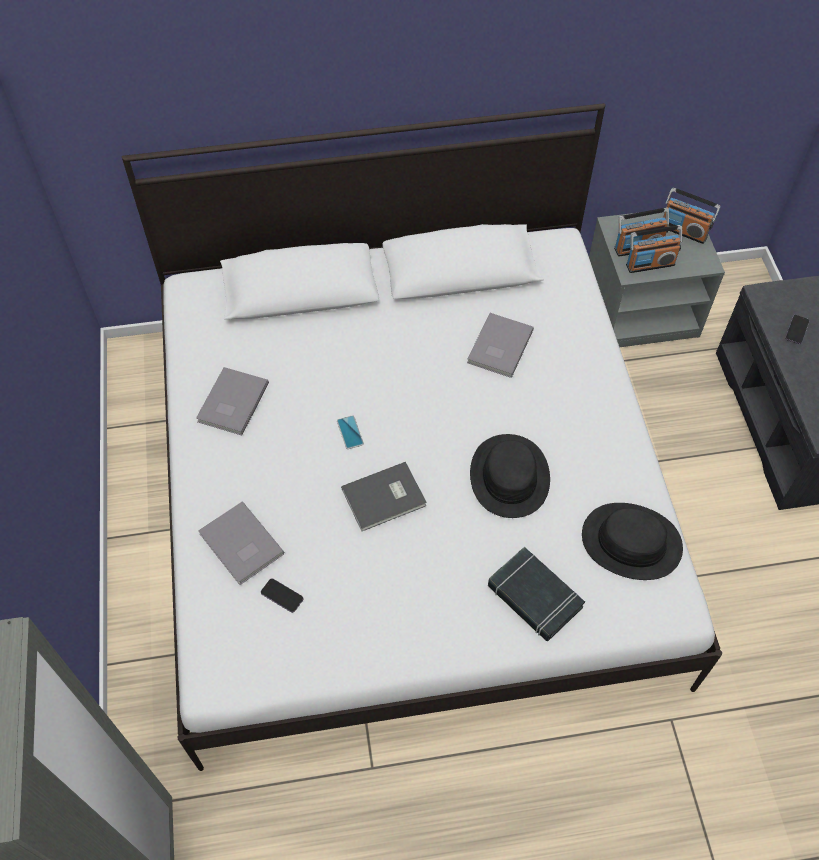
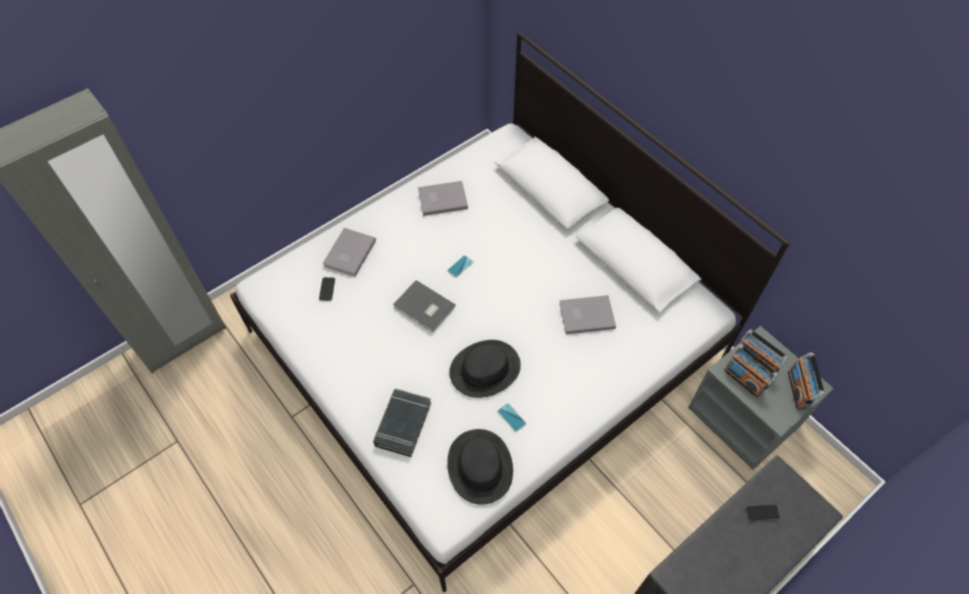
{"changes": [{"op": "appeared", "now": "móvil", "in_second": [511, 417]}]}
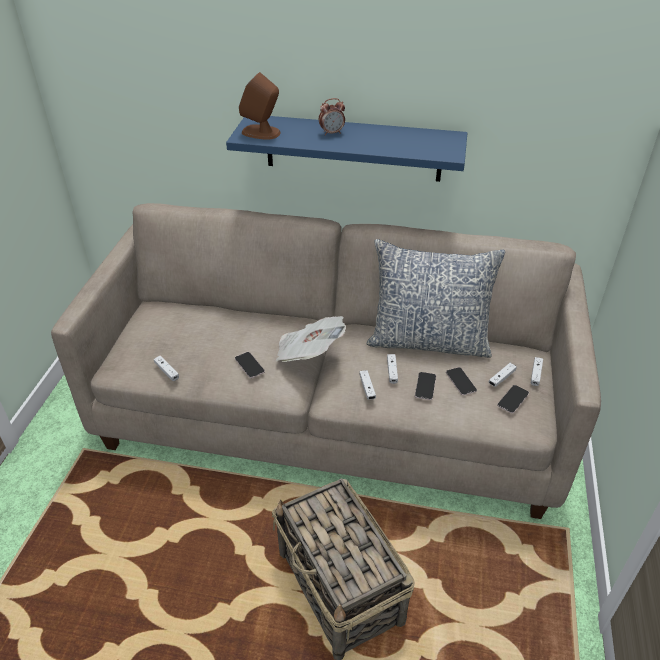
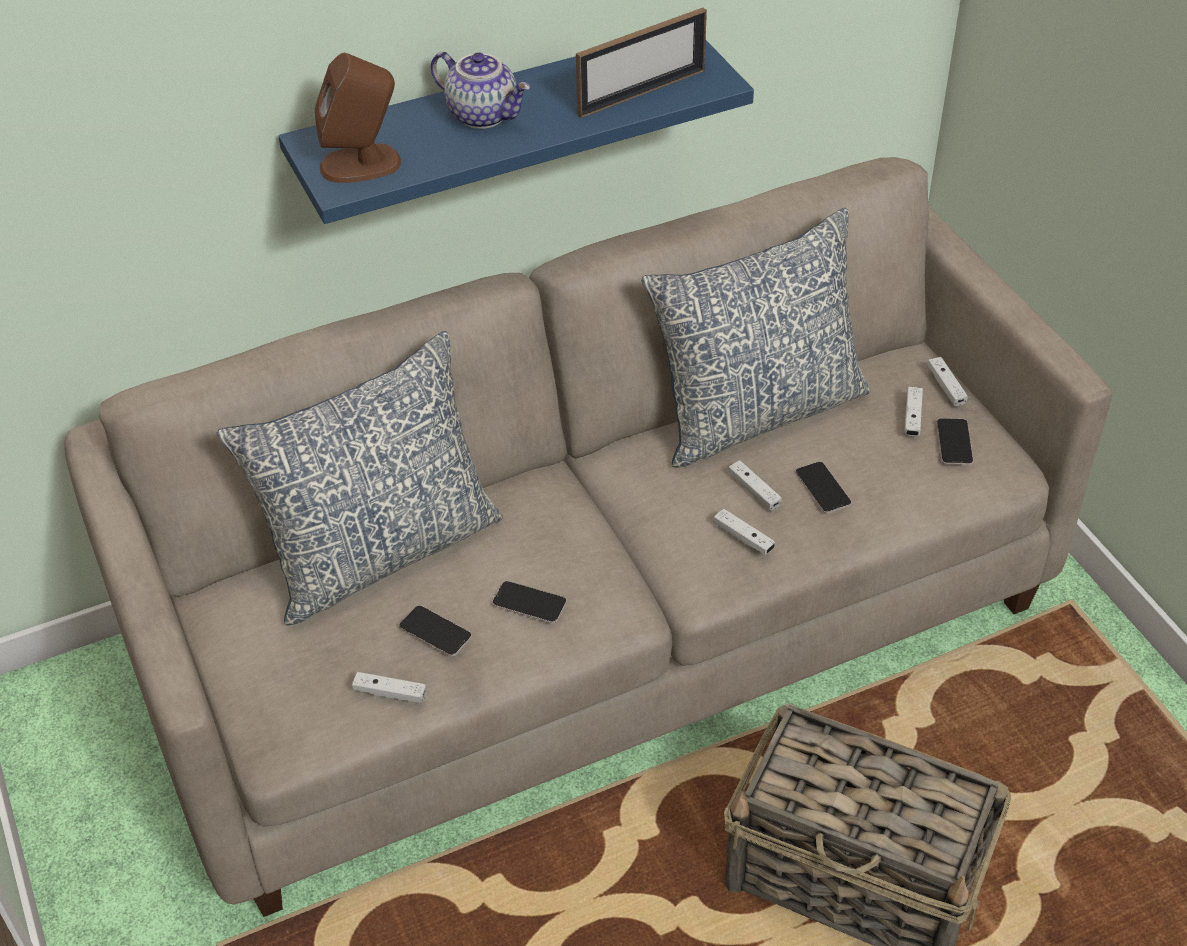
{"changes": [{"op": "appeared", "now": "cojín", "in_second": [381, 551]}, {"op": "relocated", "was": "móvil", "in_first": [460, 381], "in_second": [435, 632]}, {"op": "exchanged", "was": "despertador", "now": "tetera", "in_first": [332, 133], "in_second": [484, 115]}, {"op": "appeared", "now": "portarretratos", "in_second": [641, 92]}, {"op": "missing", "was": "periódico", "in_first": [309, 353]}]}
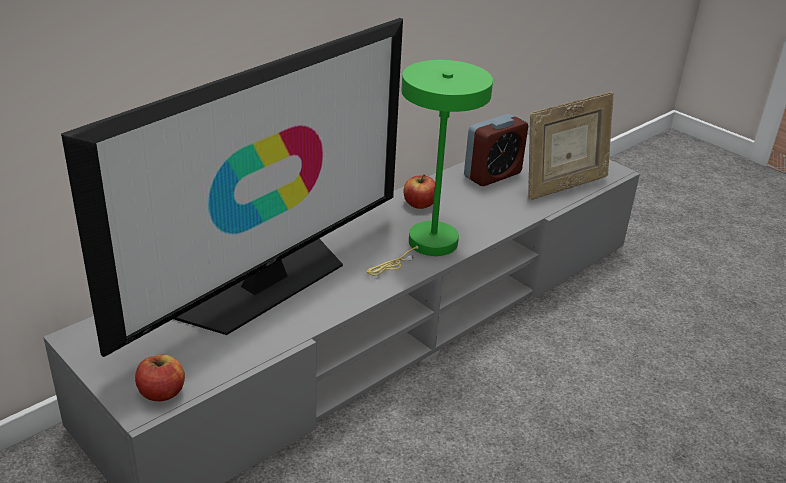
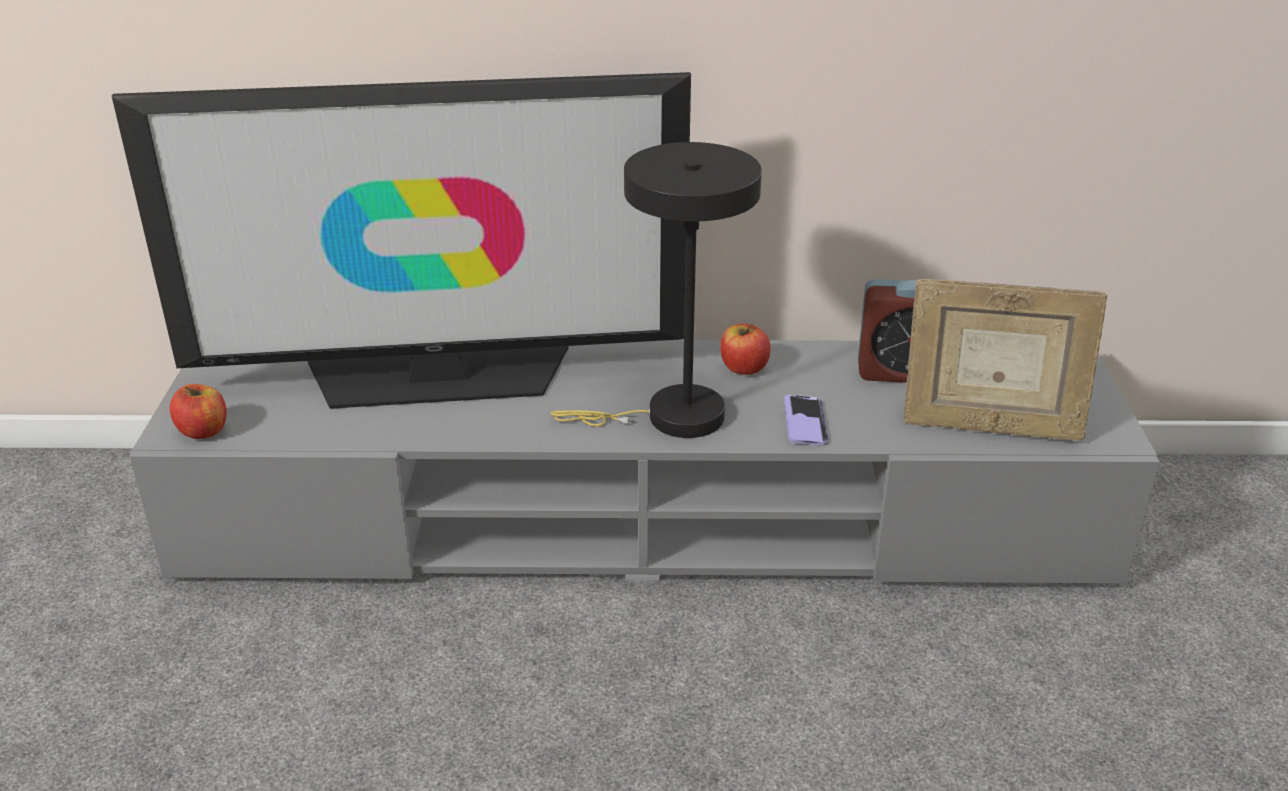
{"changes": [{"op": "colour", "was": "lámpara de mesa/verde", "now": "lámpara de mesa/negro", "in_first": [426, 246], "in_second": [671, 418]}, {"op": "appeared", "now": "móvil", "in_second": [805, 422]}]}
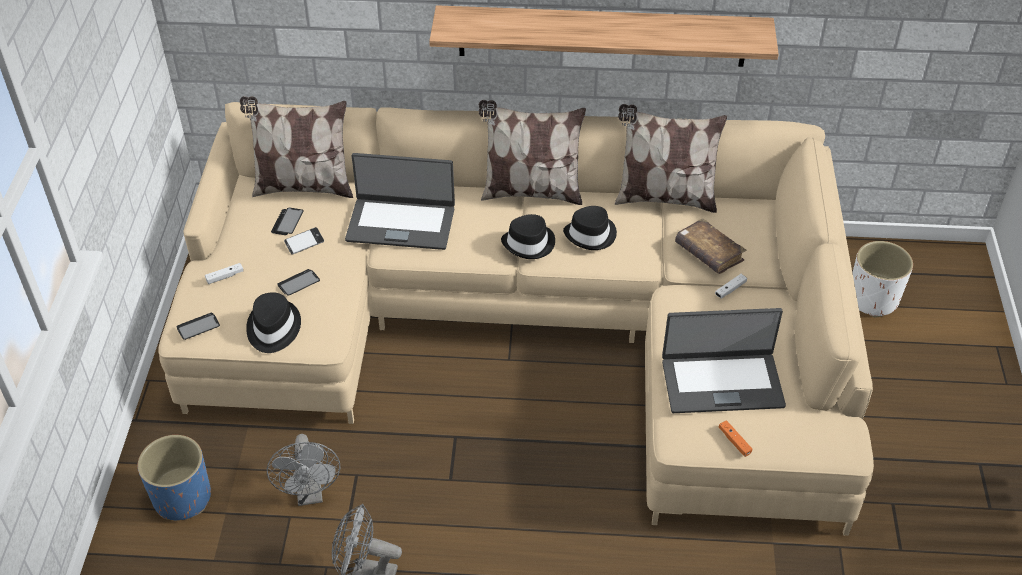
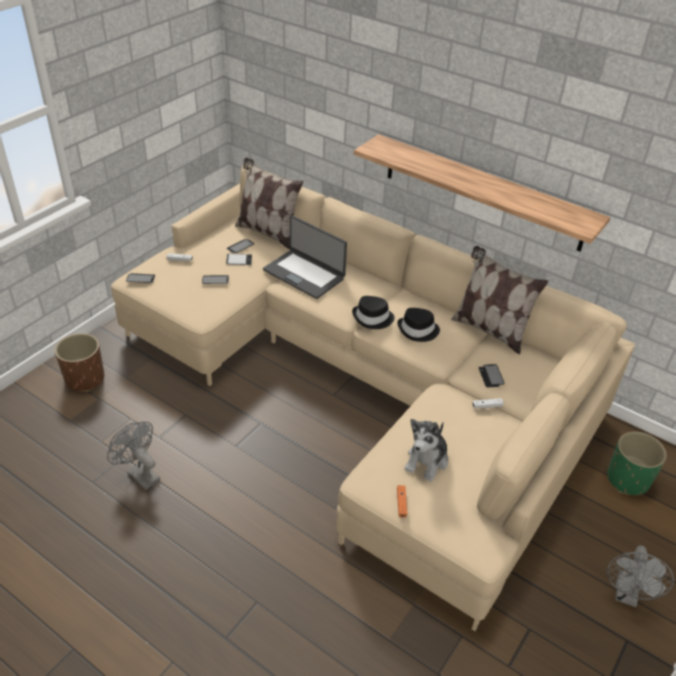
{"changes": [{"op": "colour", "was": "maceta/azul", "now": "maceta/marrón", "in_first": [182, 498], "in_second": [85, 378]}, {"op": "exchanged", "was": "portátil", "now": "peluche", "in_first": [722, 382], "in_second": [427, 460]}, {"op": "exchanged", "was": "libro/marrón", "now": "móvil", "in_first": [708, 253], "in_second": [491, 376]}, {"op": "colour", "was": "maceta/blanco", "now": "maceta/verde", "in_first": [873, 299], "in_second": [627, 479]}, {"op": "relocated", "was": "ventilador/gris", "in_first": [310, 494], "in_second": [626, 595]}, {"op": "missing", "was": "sombrero/negro", "in_first": [272, 328]}, {"op": "missing", "was": "cojín", "in_first": [530, 191]}]}
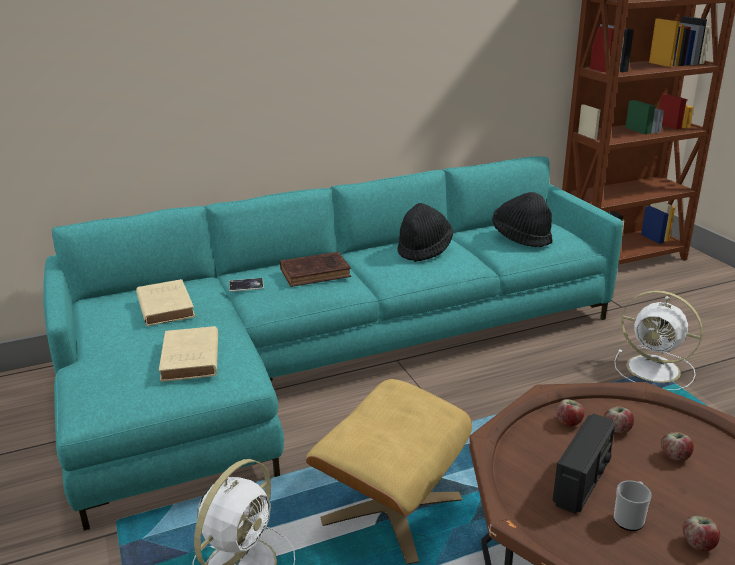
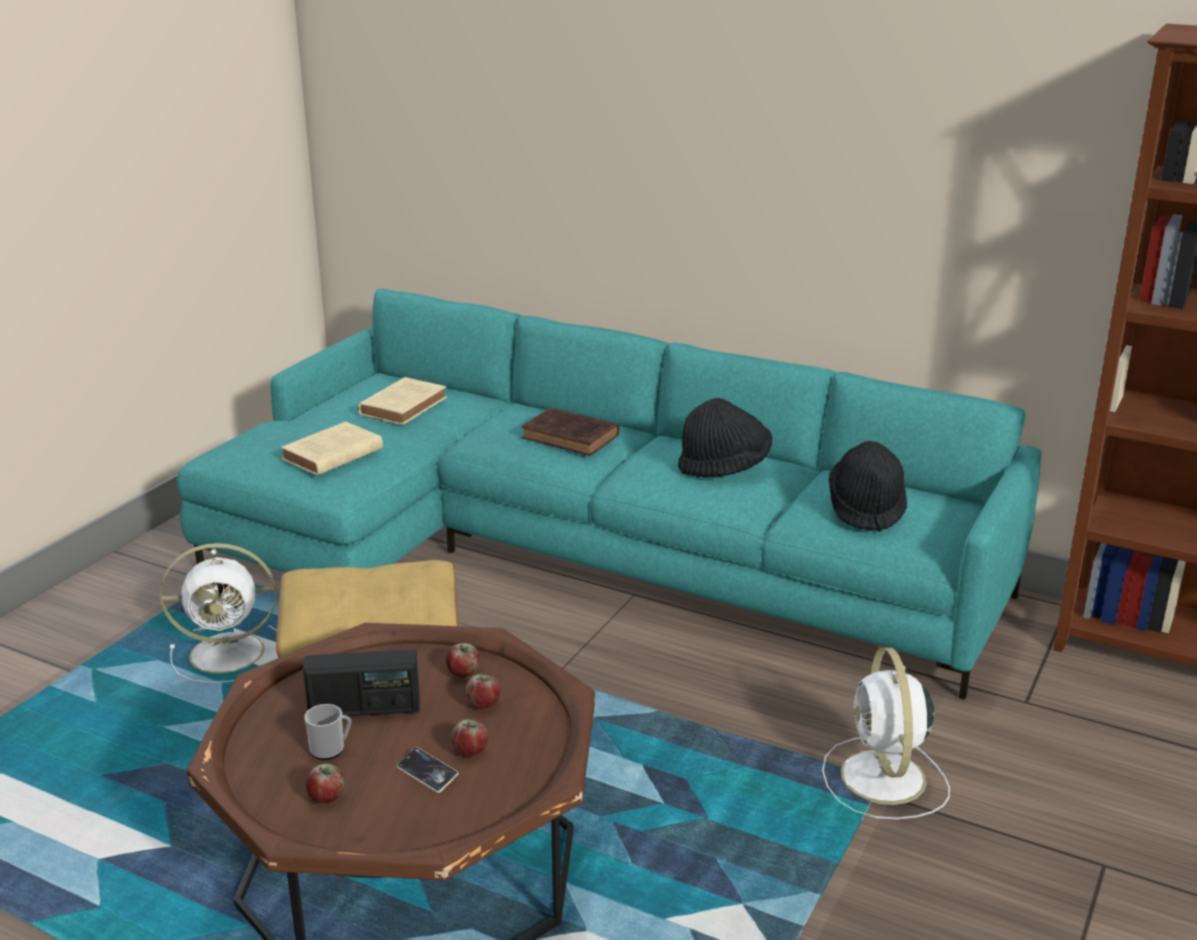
{"changes": [{"op": "relocated", "was": "móvil", "in_first": [246, 287], "in_second": [427, 773]}]}
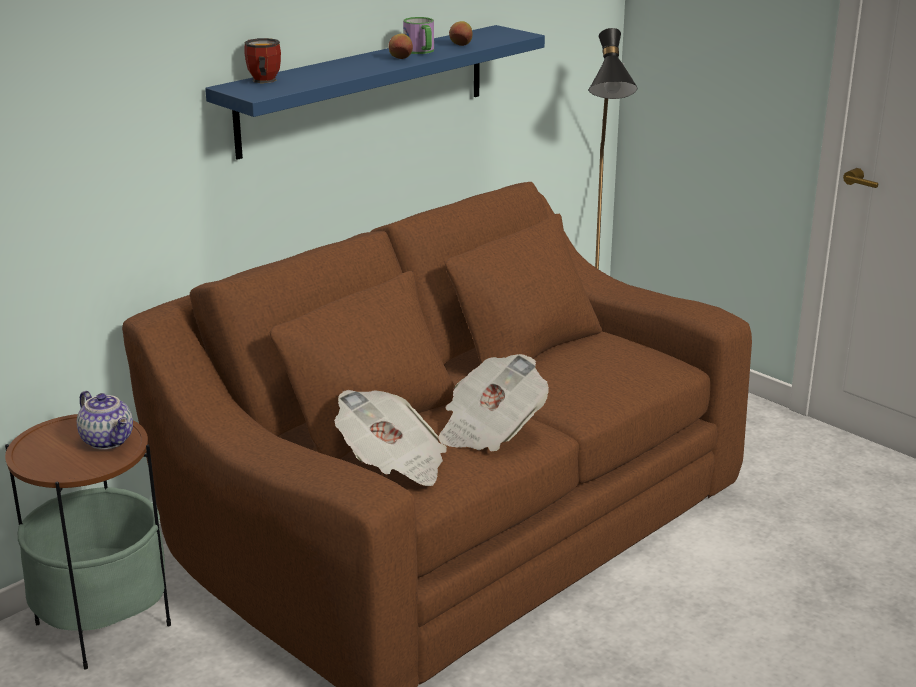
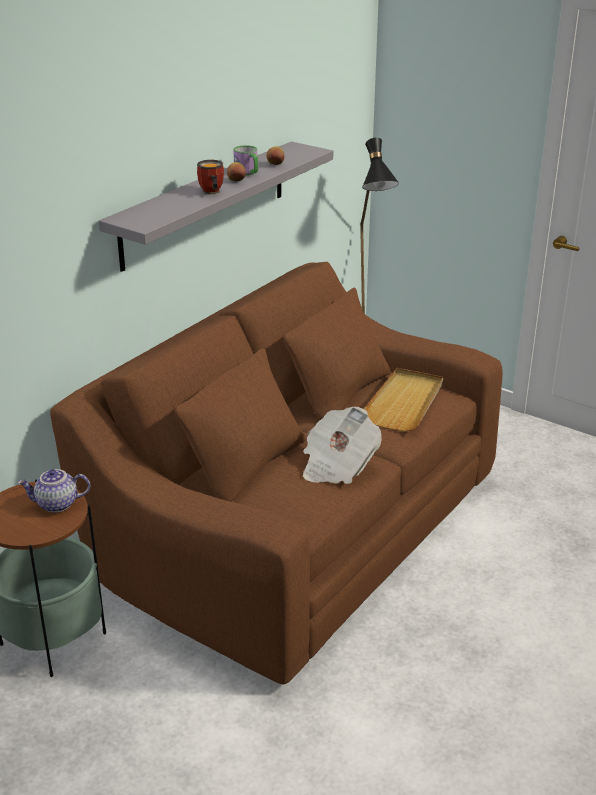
{"changes": [{"op": "spun", "was": "tetera", "in_first": [109, 440], "in_second": [56, 505], "clockwise": 135}, {"op": "colour", "was": "estante/azul", "now": "estante/gris", "in_first": [364, 89], "in_second": [205, 204]}, {"op": "relocated", "was": "taza grande", "in_first": [262, 81], "in_second": [210, 192]}, {"op": "appeared", "now": "bandeja/beis", "in_second": [404, 403]}, {"op": "missing", "was": "periódico", "in_first": [393, 463]}]}
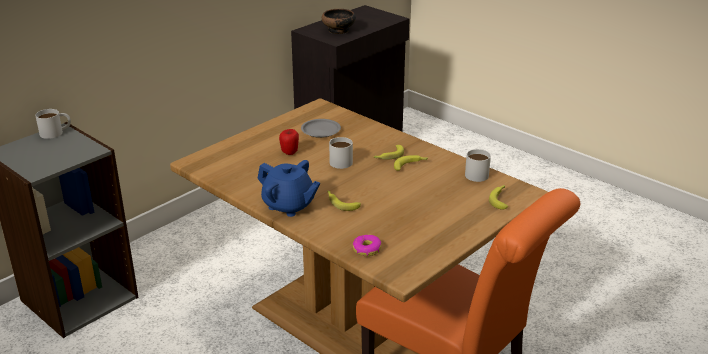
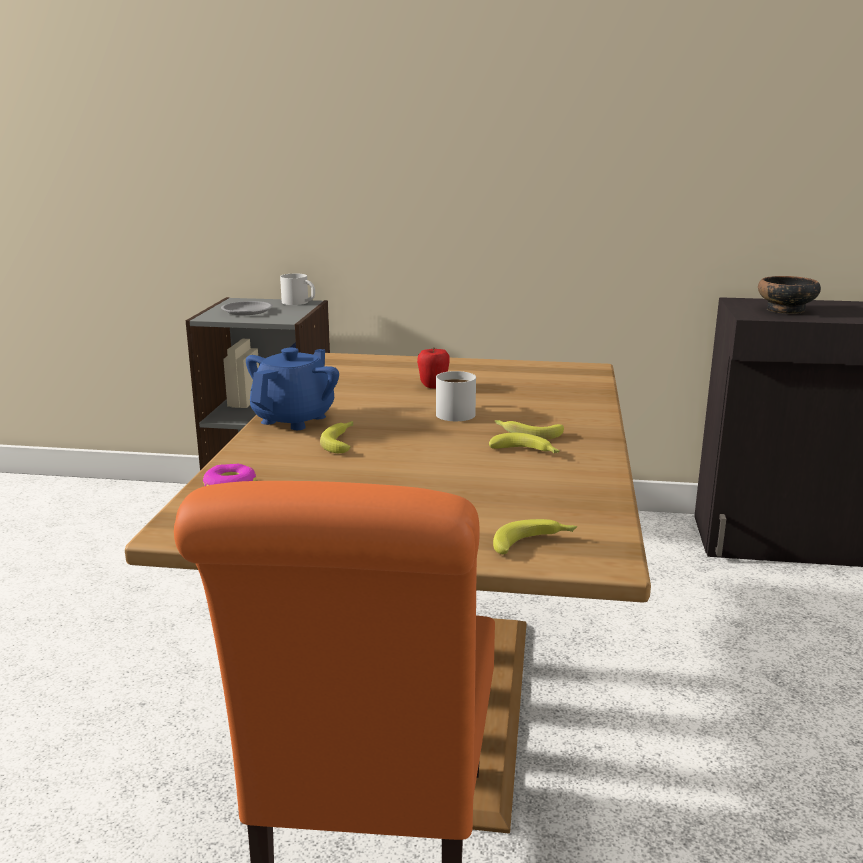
{"changes": [{"op": "relocated", "was": "plato/gris", "in_first": [321, 131], "in_second": [247, 311]}, {"op": "spun", "was": "tetera/azul", "in_first": [289, 206], "in_second": [294, 419], "clockwise": -150}, {"op": "missing", "was": "taza grande/blanco", "in_first": [477, 173]}]}
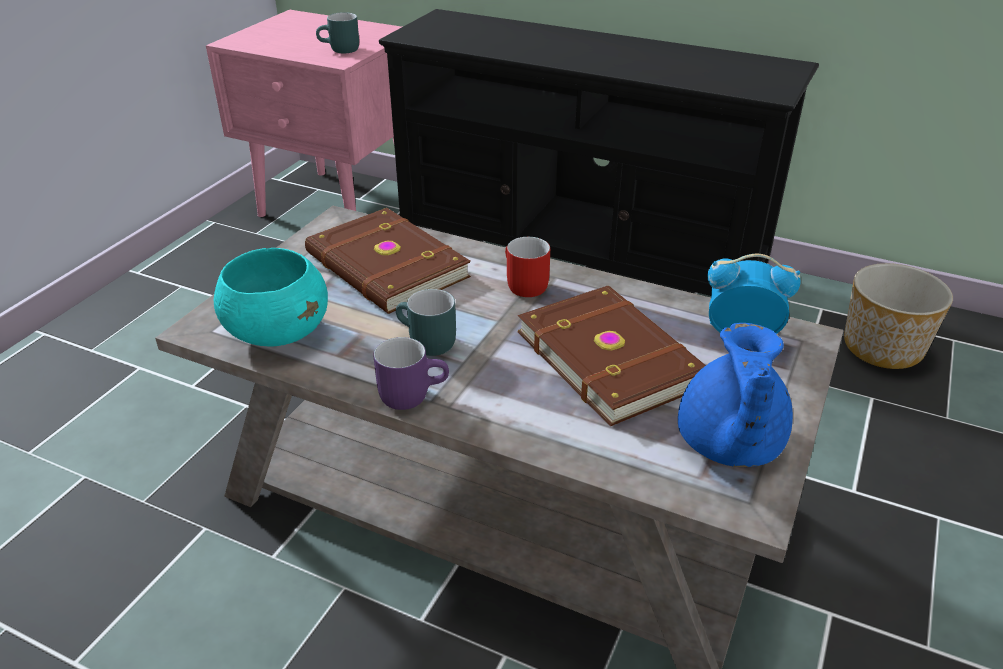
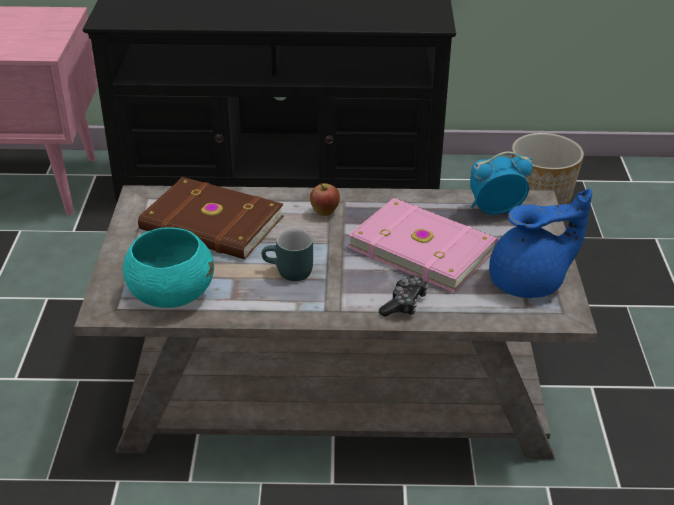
{"changes": [{"op": "exchanged", "was": "taza grande/rojo", "now": "manzana", "in_first": [521, 285], "in_second": [324, 213]}, {"op": "colour", "was": "libro/marrón", "now": "libro/rosa", "in_first": [611, 356], "in_second": [423, 247]}, {"op": "appeared", "now": "mando de consola", "in_second": [404, 303]}, {"op": "spun", "was": "tetera/azul", "in_first": [728, 444], "in_second": [530, 282], "clockwise": -90}, {"op": "missing", "was": "taza grande/turquesa", "in_first": [340, 50]}, {"op": "missing", "was": "taza grande/morado", "in_first": [411, 393]}]}
